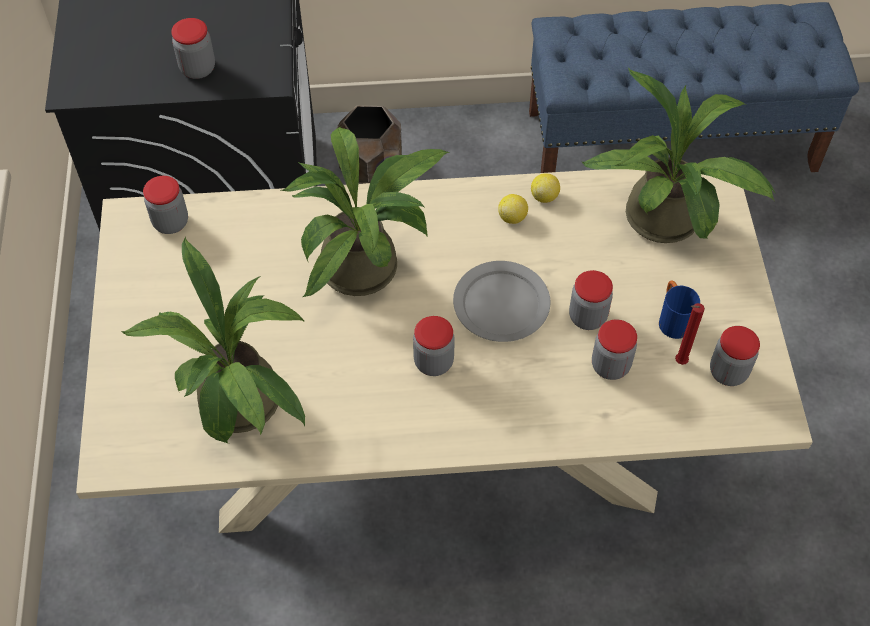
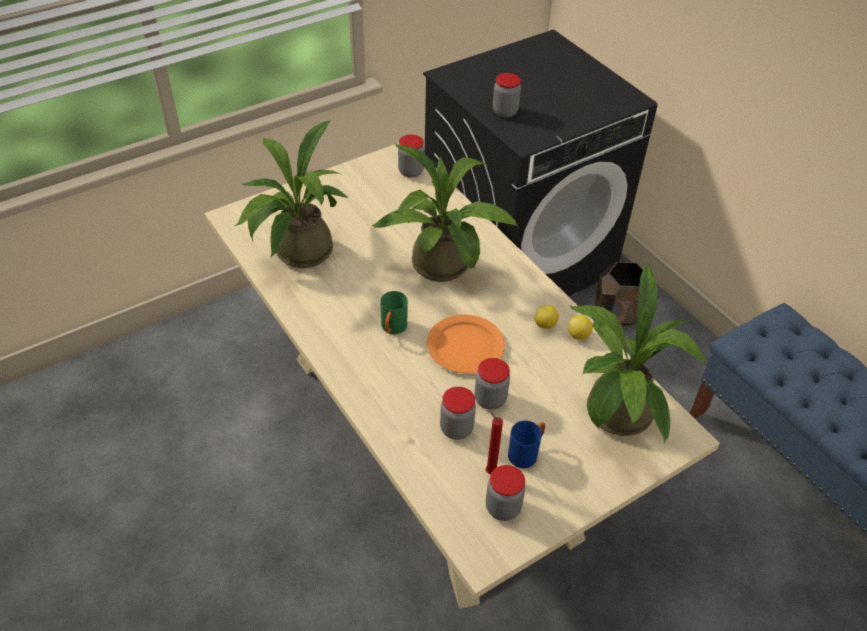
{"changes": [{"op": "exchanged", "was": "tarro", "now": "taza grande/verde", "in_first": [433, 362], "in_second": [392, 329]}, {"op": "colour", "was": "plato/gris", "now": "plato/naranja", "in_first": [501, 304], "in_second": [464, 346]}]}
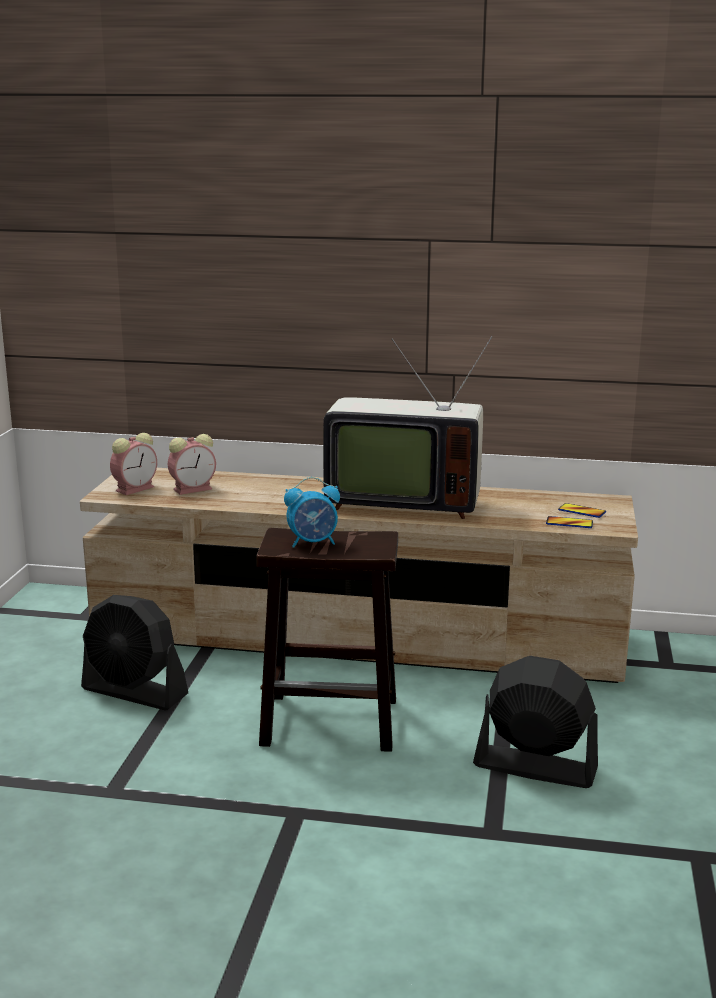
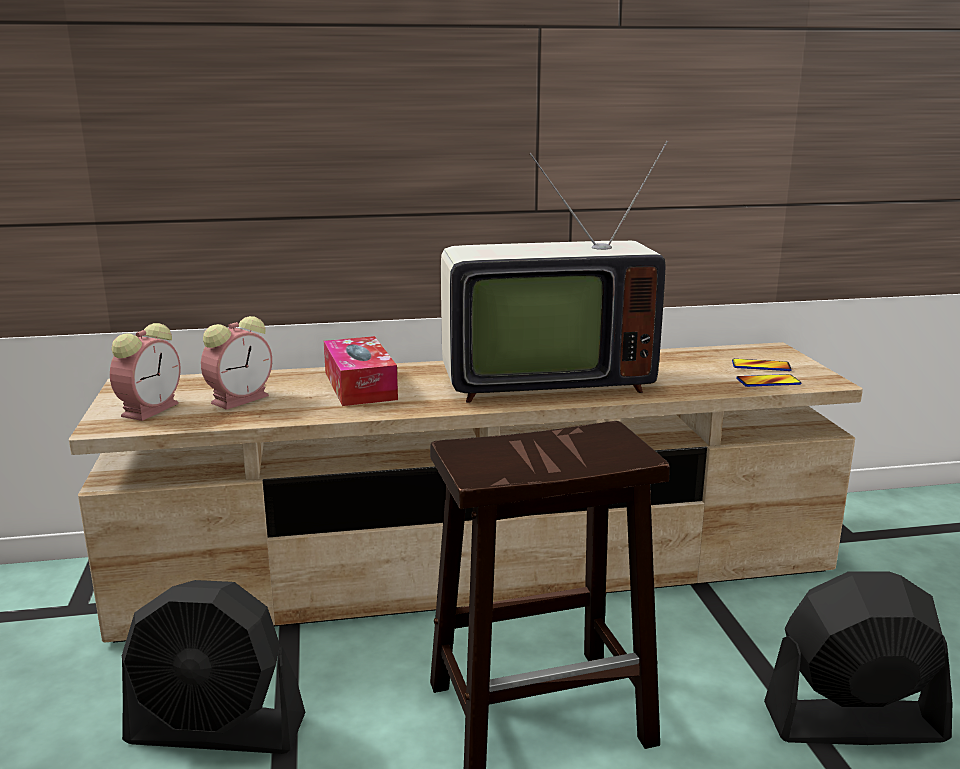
{"changes": [{"op": "appeared", "now": "caja de pañuelos", "in_second": [360, 386]}, {"op": "missing", "was": "despertador", "in_first": [313, 543]}]}
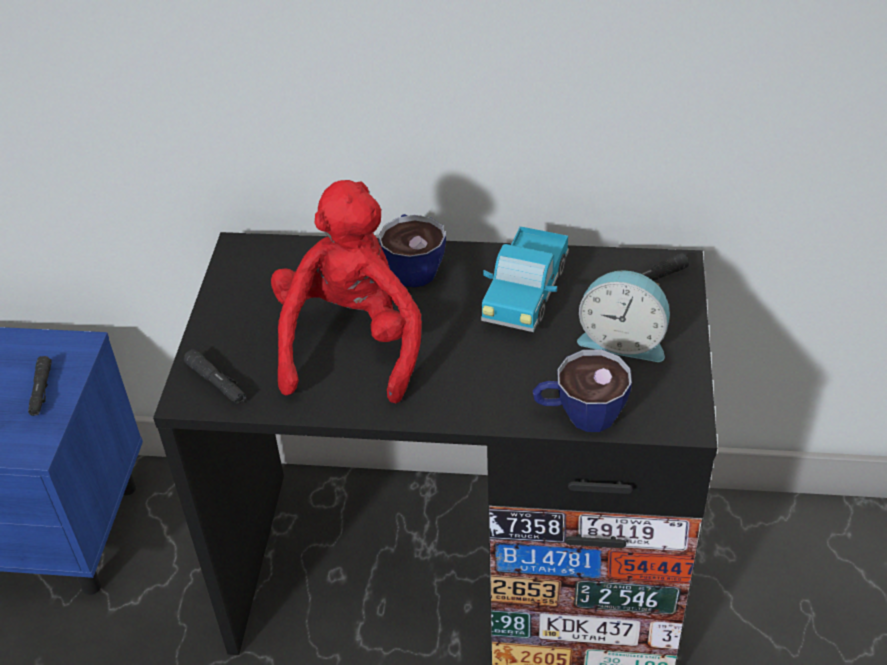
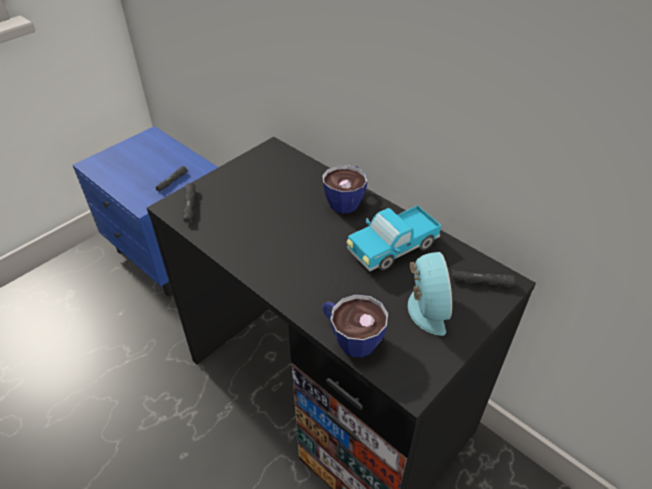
{"changes": [{"op": "spun", "was": "despertador", "in_first": [623, 340], "in_second": [424, 309], "clockwise": -150}, {"op": "missing", "was": "peluche/rojo", "in_first": [351, 343]}]}
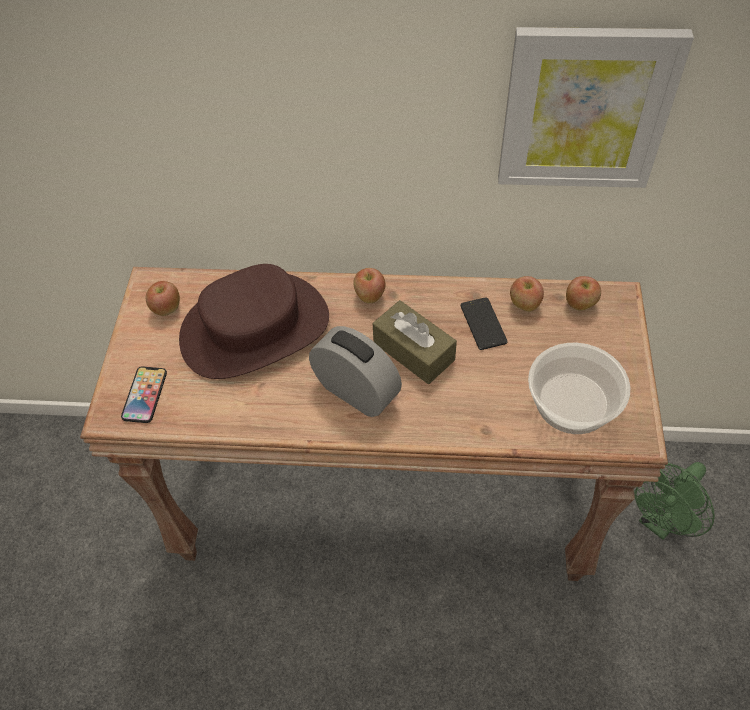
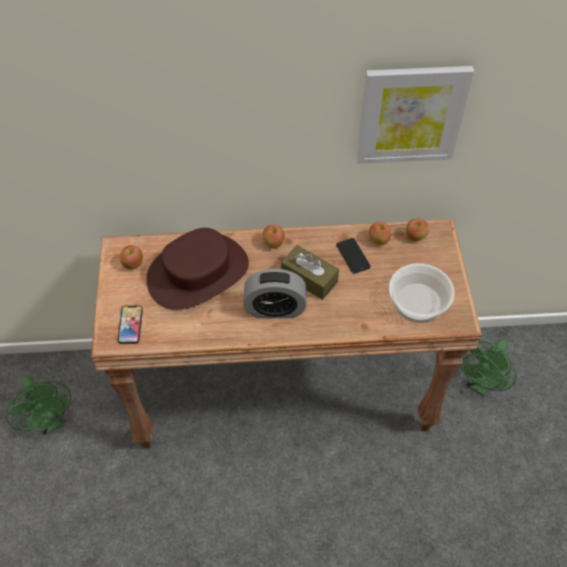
{"changes": [{"op": "appeared", "now": "ventilador/verde", "in_second": [49, 422]}, {"op": "spun", "was": "despertador", "in_first": [356, 391], "in_second": [275, 309], "clockwise": 150}]}
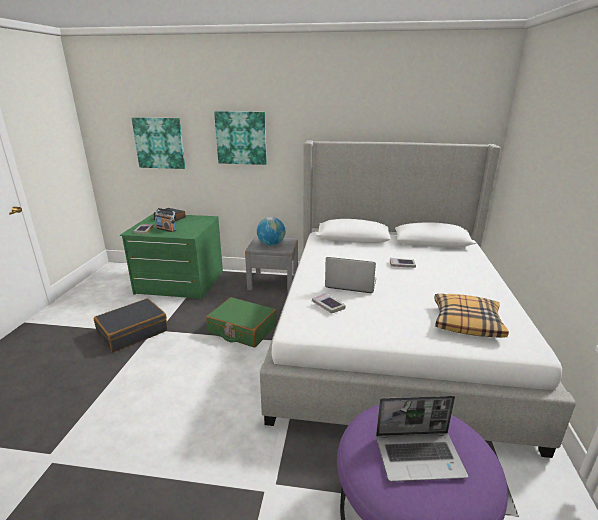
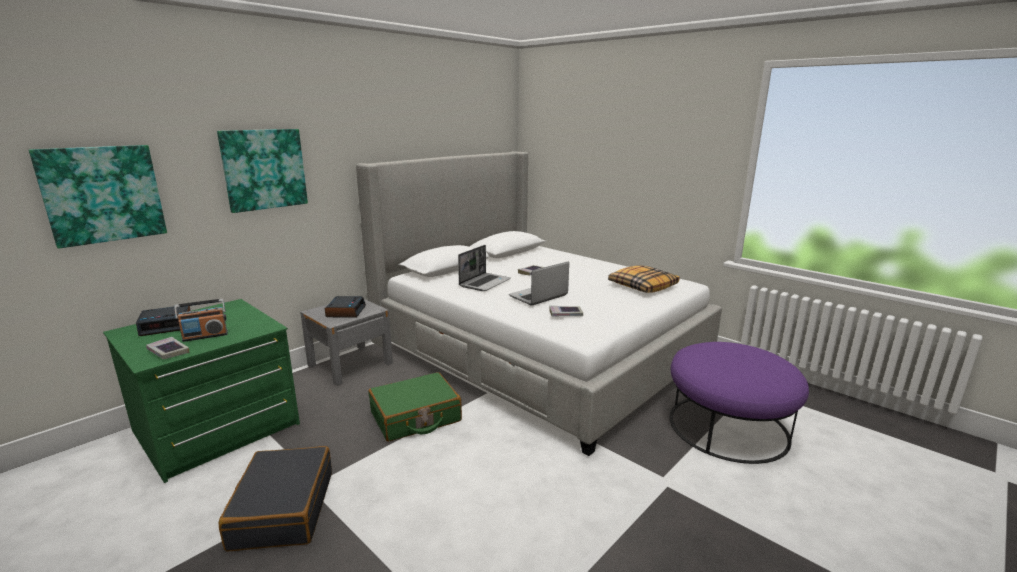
{"changes": [{"op": "exchanged", "was": "globo terráqueo", "now": "despertador", "in_first": [271, 244], "in_second": [345, 311]}, {"op": "relocated", "was": "portátil", "in_first": [419, 456], "in_second": [485, 283]}]}
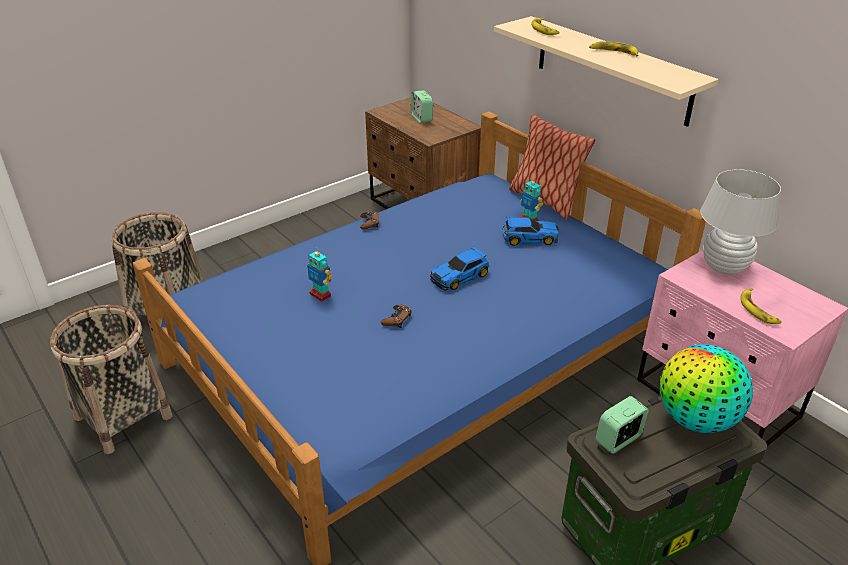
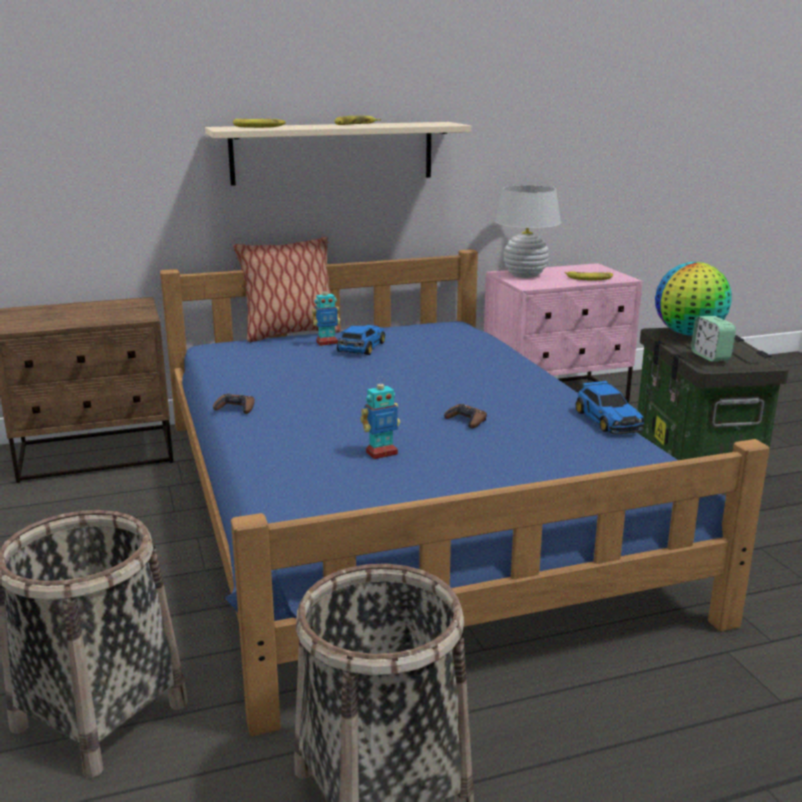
{"changes": [{"op": "relocated", "was": "coche de juguete", "in_first": [460, 276], "in_second": [608, 420]}, {"op": "missing", "was": "despertador", "in_first": [421, 118]}]}
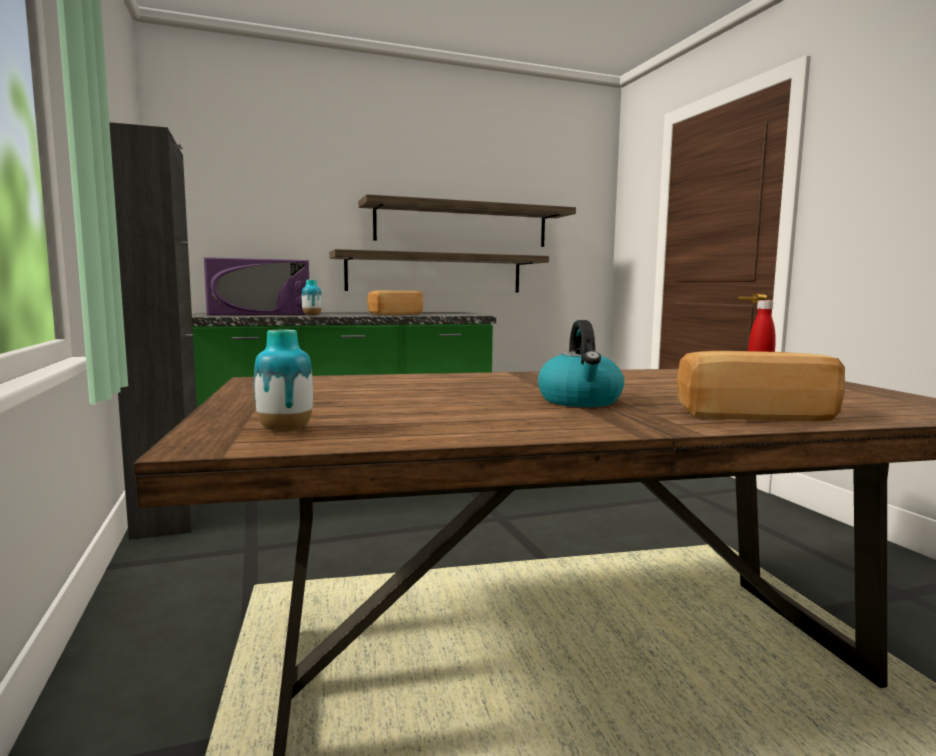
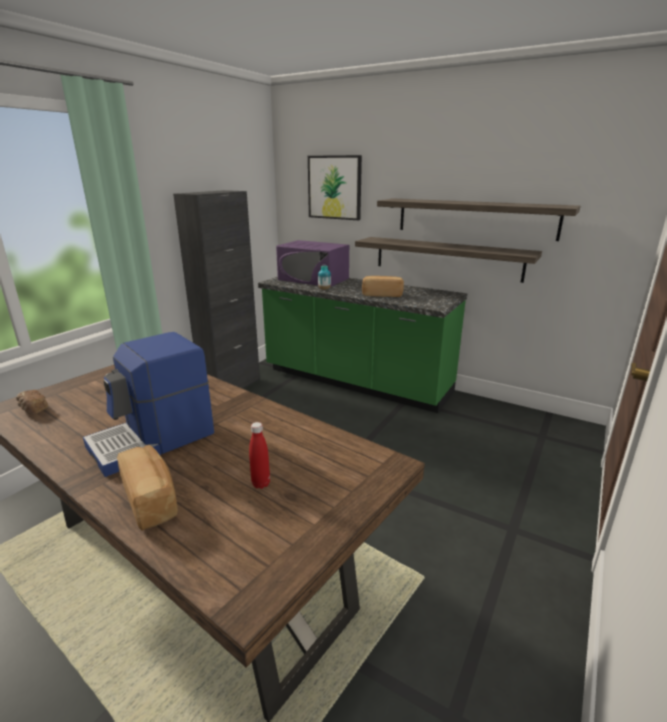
{"changes": [{"op": "exchanged", "was": "florero", "now": "pan", "in_first": [285, 430], "in_second": [33, 409]}, {"op": "exchanged", "was": "hervidor", "now": "cafetera", "in_first": [580, 401], "in_second": [153, 440]}, {"op": "appeared", "now": "cuadro", "in_second": [334, 187]}]}
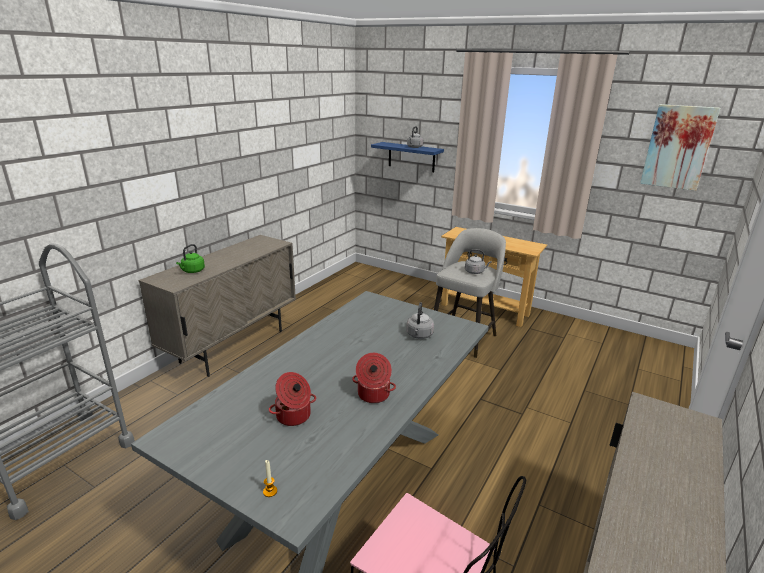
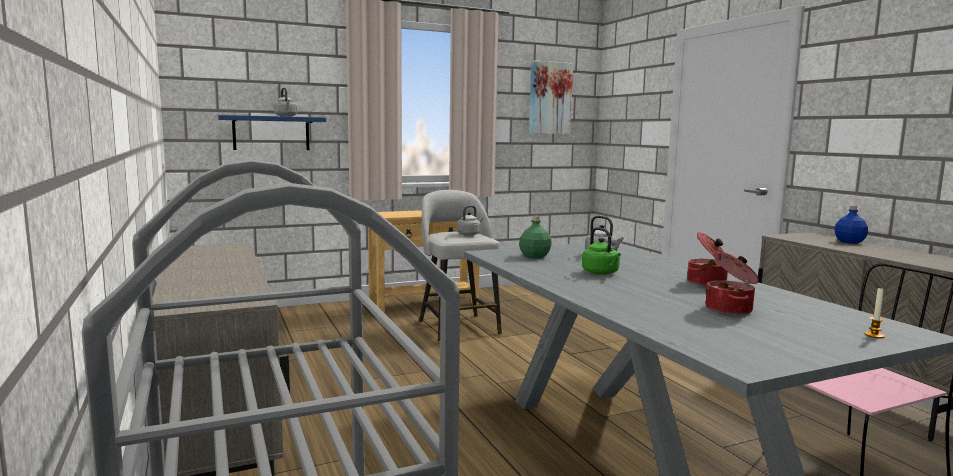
{"changes": [{"op": "appeared", "now": "botella/verde", "in_second": [535, 256]}, {"op": "relocated", "was": "hervidor/verde", "in_first": [192, 271], "in_second": [601, 273]}, {"op": "appeared", "now": "botella/azul", "in_second": [849, 242]}]}
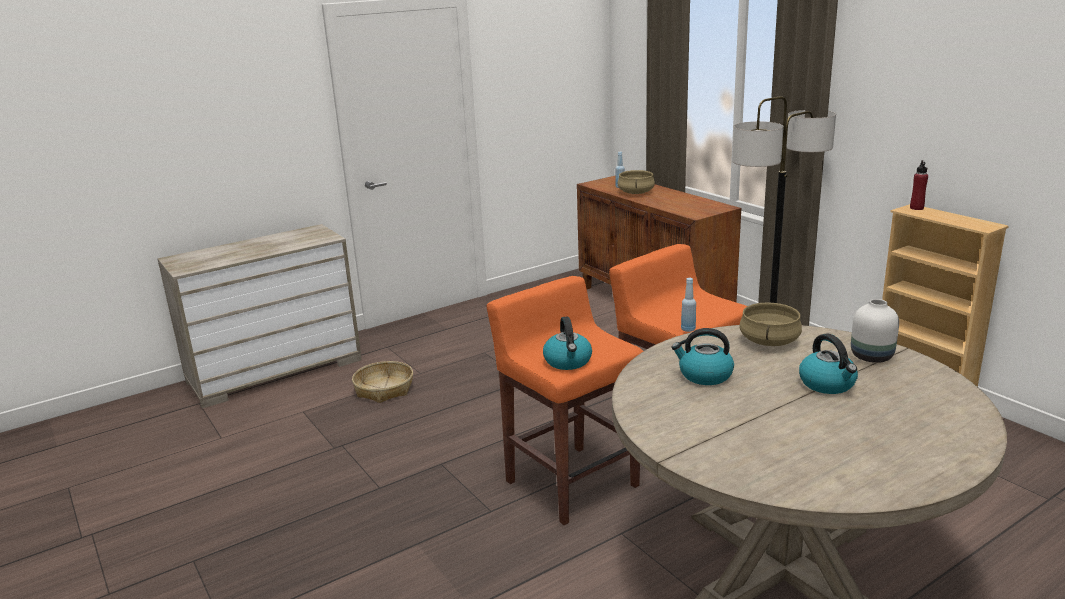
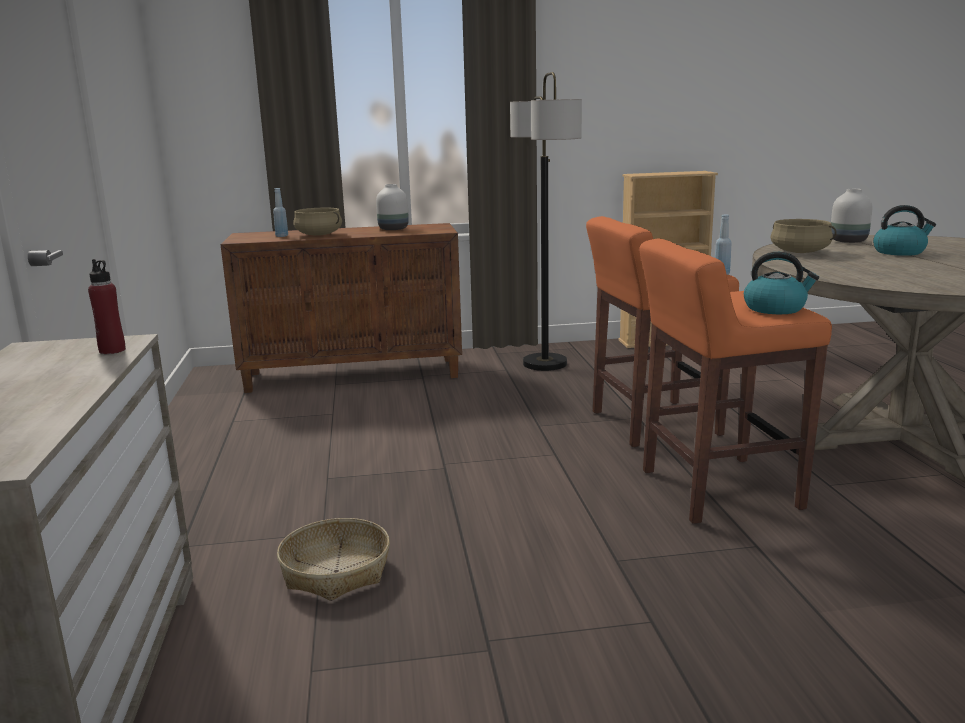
{"changes": [{"op": "relocated", "was": "botella/rojo", "in_first": [916, 208], "in_second": [112, 350]}, {"op": "appeared", "now": "florero/blanco", "in_second": [394, 229]}, {"op": "missing", "was": "hervidor", "in_first": [704, 375]}]}
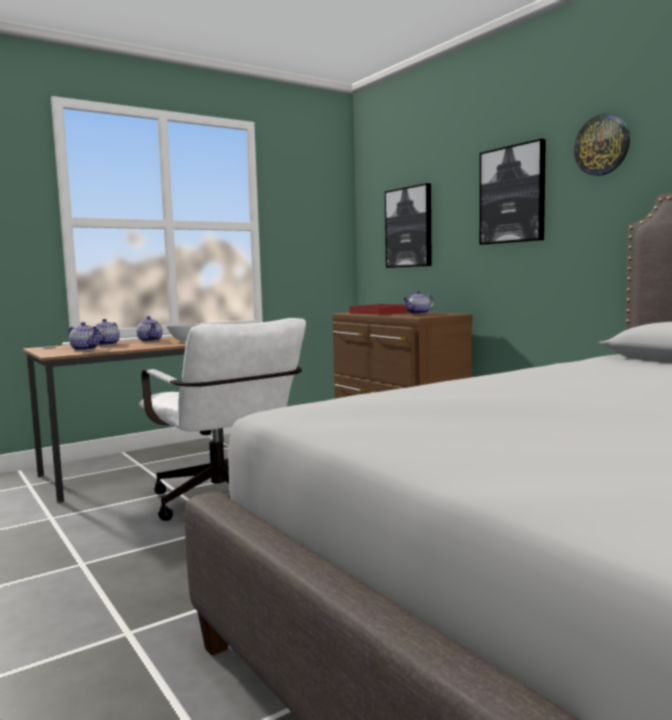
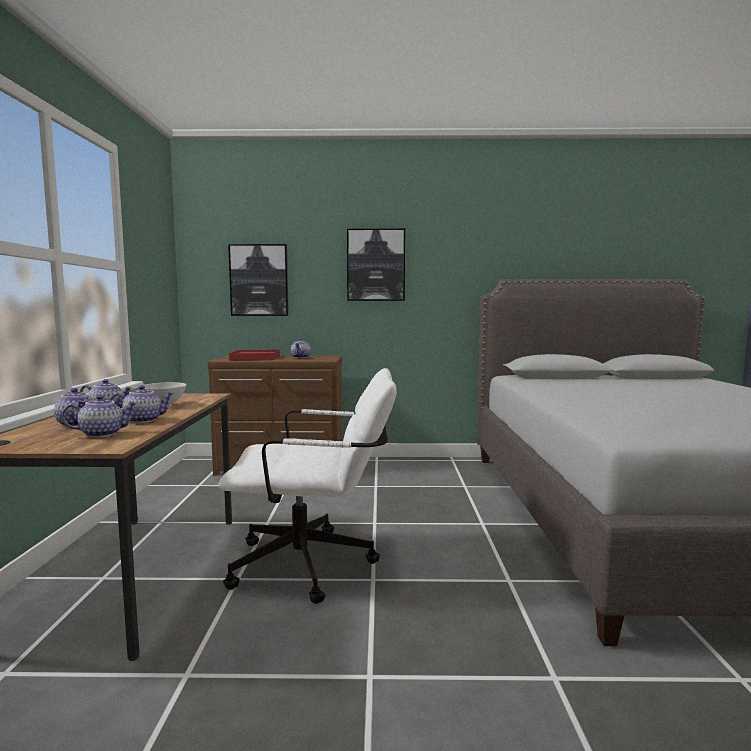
{"changes": [{"op": "appeared", "now": "tetera", "in_second": [143, 420]}, {"op": "missing", "was": "reloj de pared", "in_first": [602, 145]}]}
